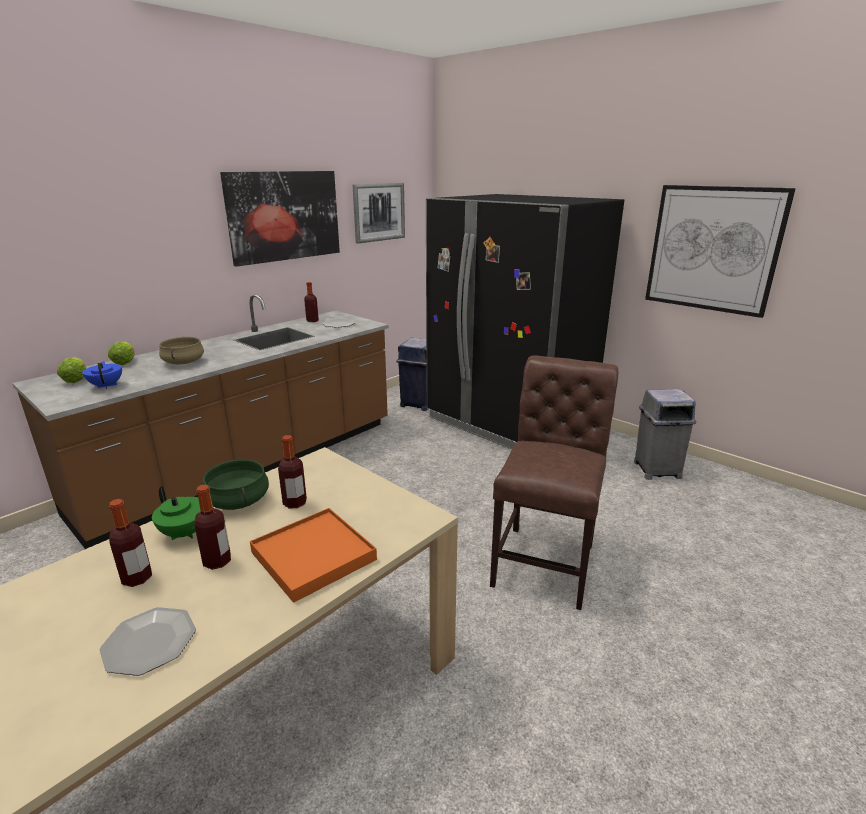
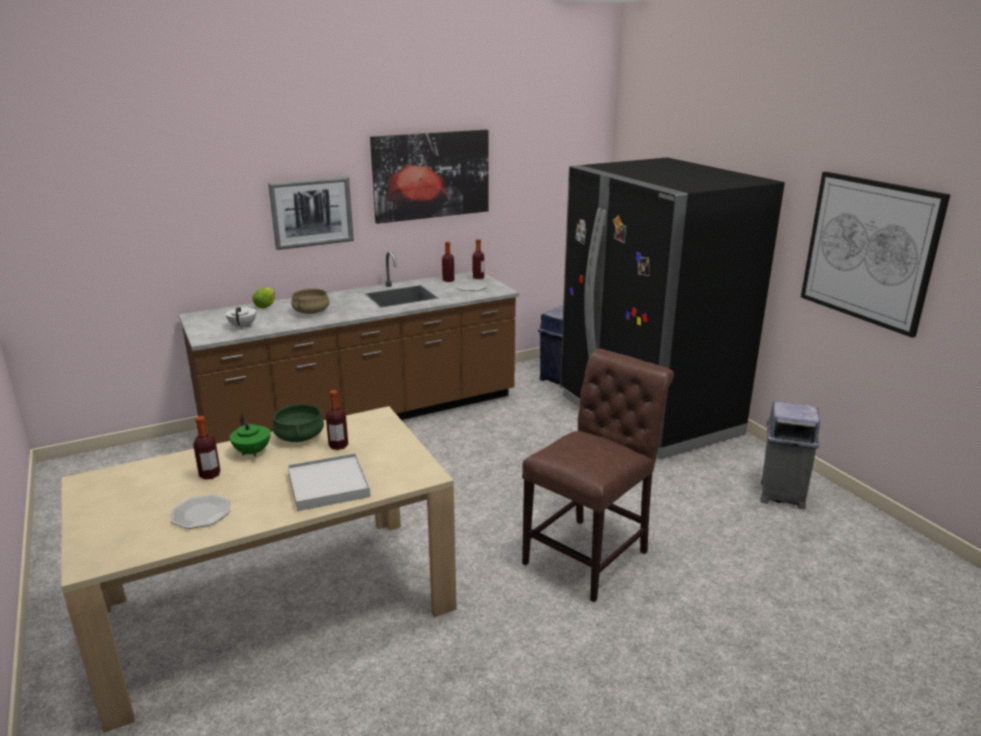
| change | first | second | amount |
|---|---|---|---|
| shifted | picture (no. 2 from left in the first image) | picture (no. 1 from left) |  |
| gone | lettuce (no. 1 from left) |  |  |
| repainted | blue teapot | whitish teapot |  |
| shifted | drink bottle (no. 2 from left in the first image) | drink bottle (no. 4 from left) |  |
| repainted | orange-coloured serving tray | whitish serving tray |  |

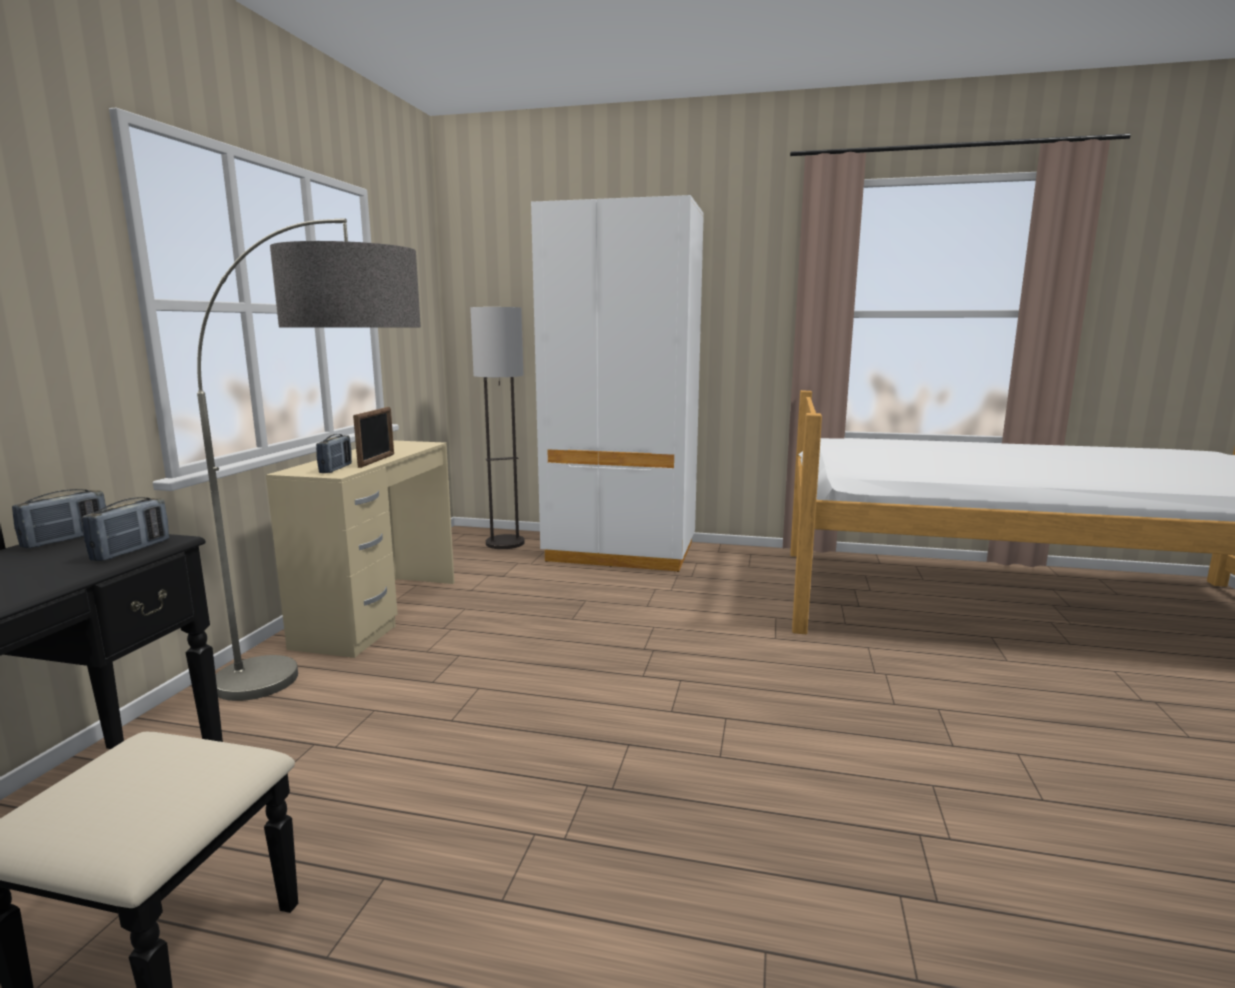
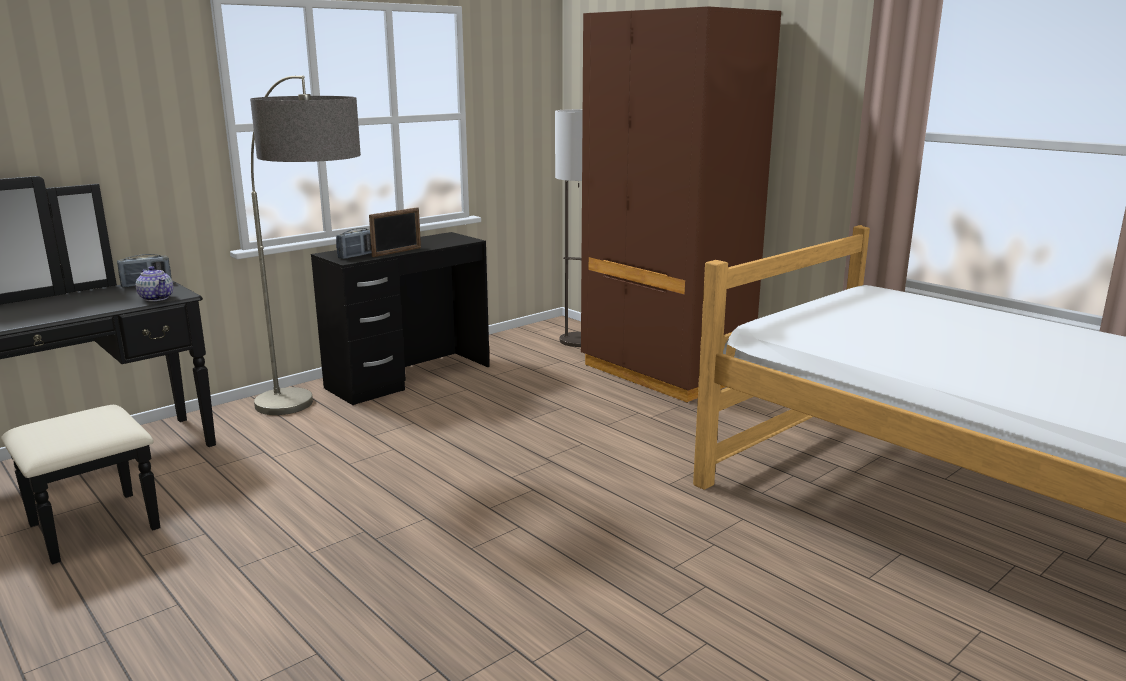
| change | first | second | amount |
|---|---|---|---|
| repainted | whitish clothes cupboard | brownish clothes cupboard |  |
| repainted | sand-coloured desk table | blackish desk table |  |
| swapped | radio (no. 2 from left) | teapot |  |

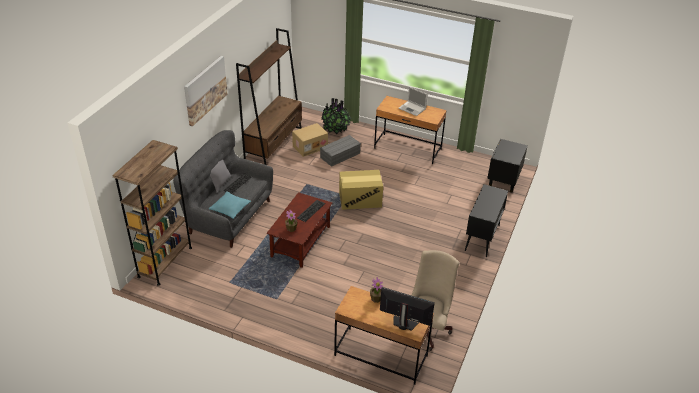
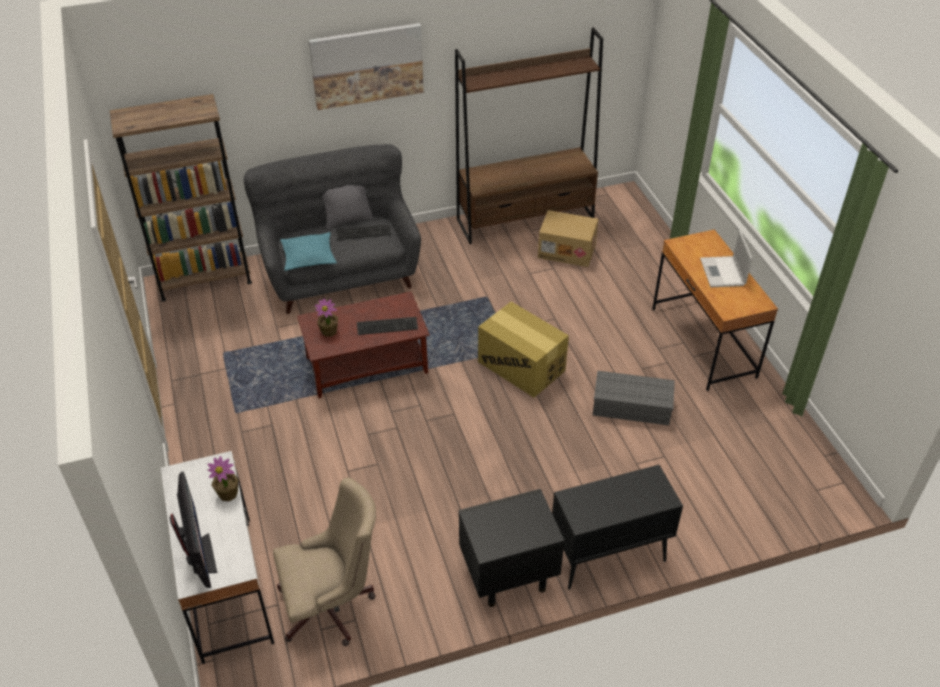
| change | first | second | amount |
|---|---|---|---|
| gone | plant in a pot (no. 2 from left) |  |  |
| shifted | gray storage bin |  |  |
| shifted | blackish bedside table |  |  |
| repainted | brownish desk table (no. 1 from left) | whitish desk table |  |

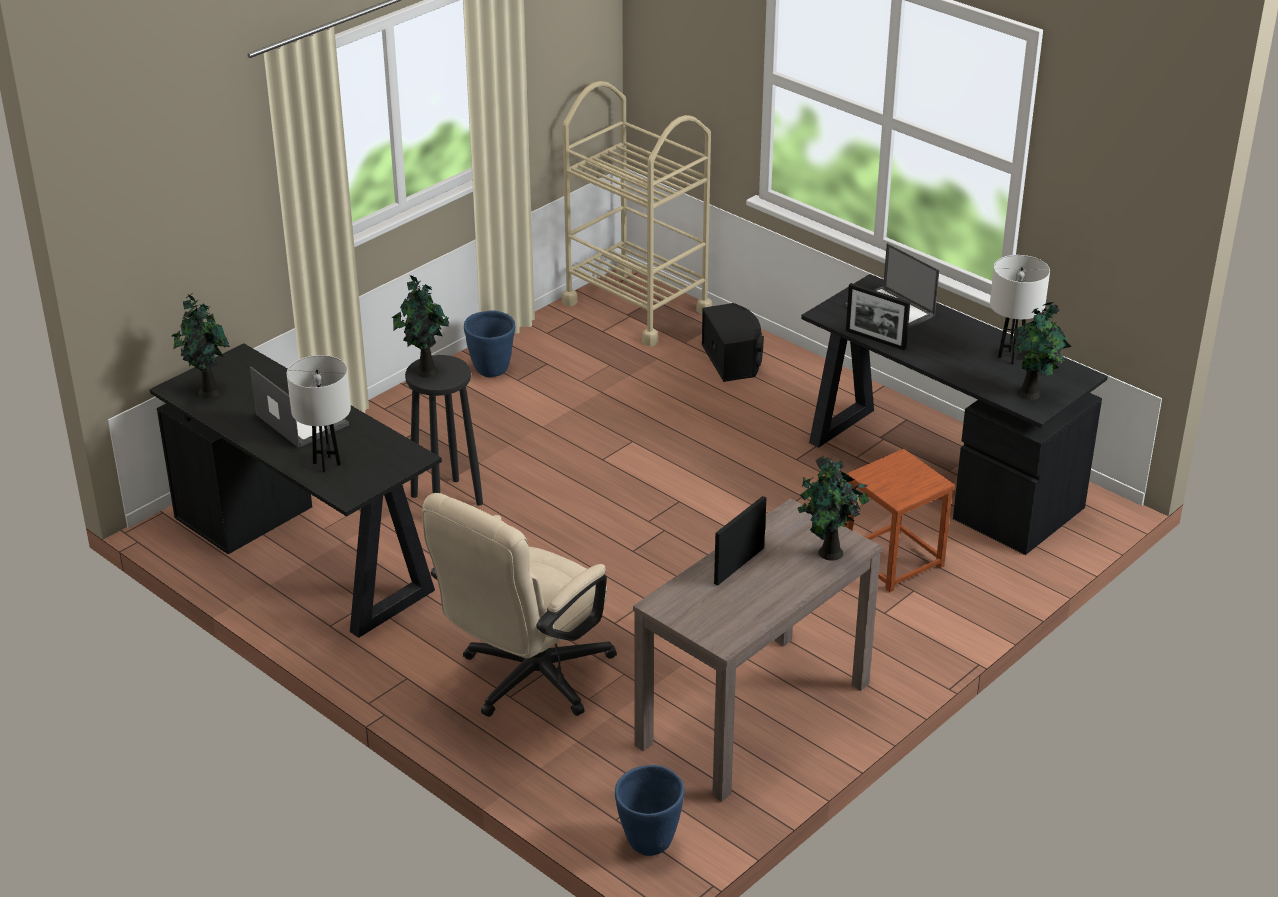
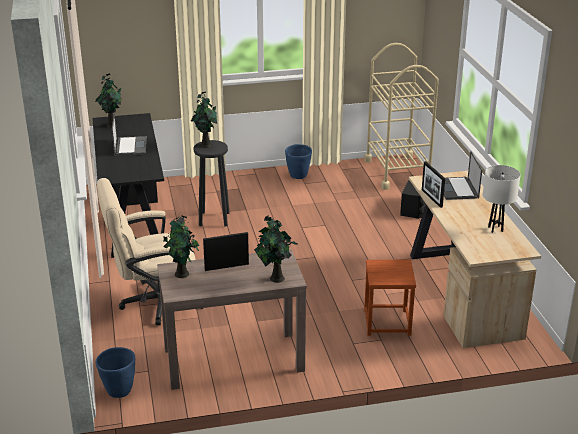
| change | first | second | amount |
|---|---|---|---|
| repainted | blackish desk table (no. 2 from left) | sand-coloured desk table |  |
| shifted | plant in a pot (no. 4 from left in the first image) | plant in a pot (no. 2 from left) |  |
| gone | whitish lamp for a table (no. 1 from left) |  |  |

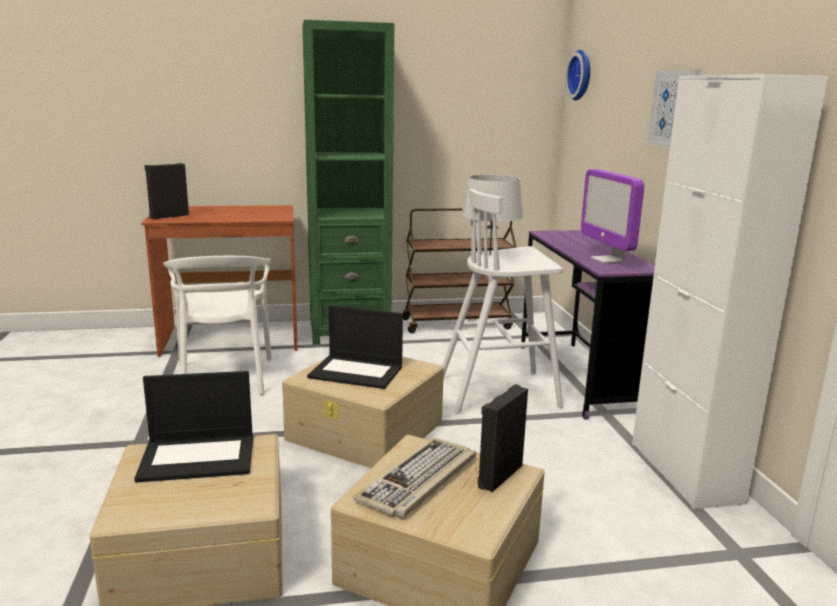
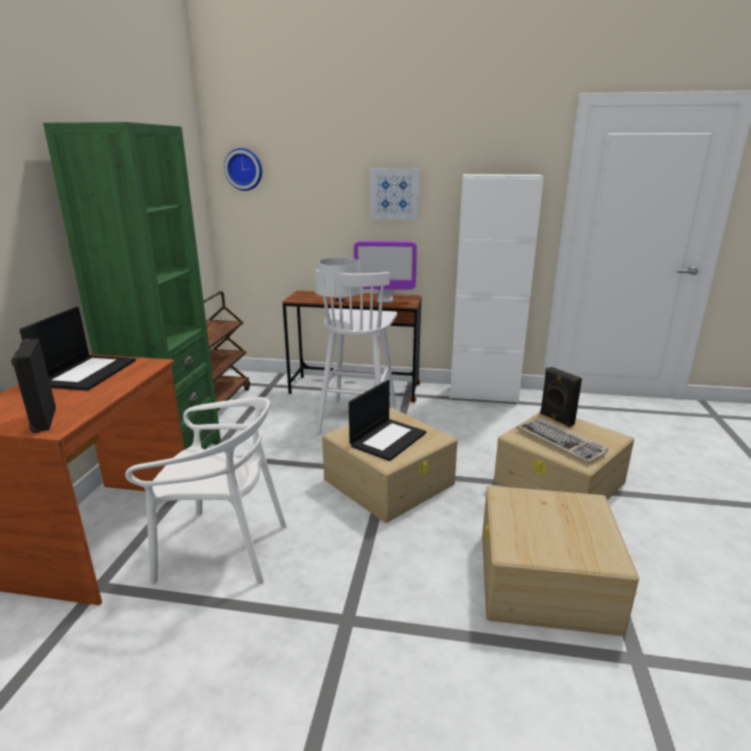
| change | first | second | amount |
|---|---|---|---|
| repainted | purple-coloured desk table | brownish desk table (no. 2 from left) |  |
| shifted | notebook computer (no. 1 from left) |  |  |

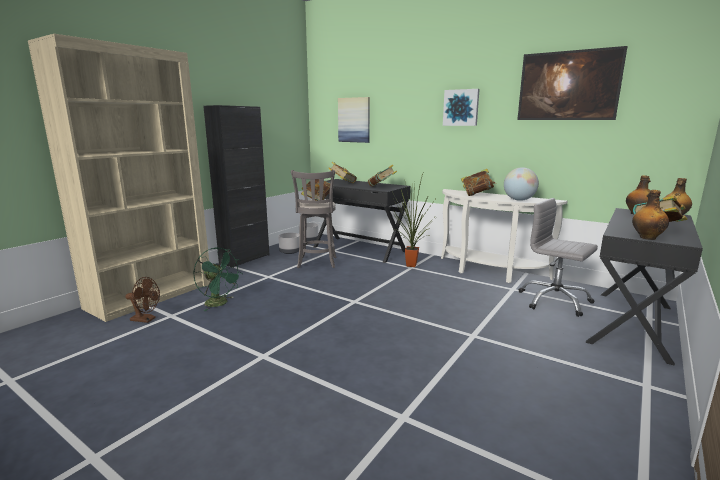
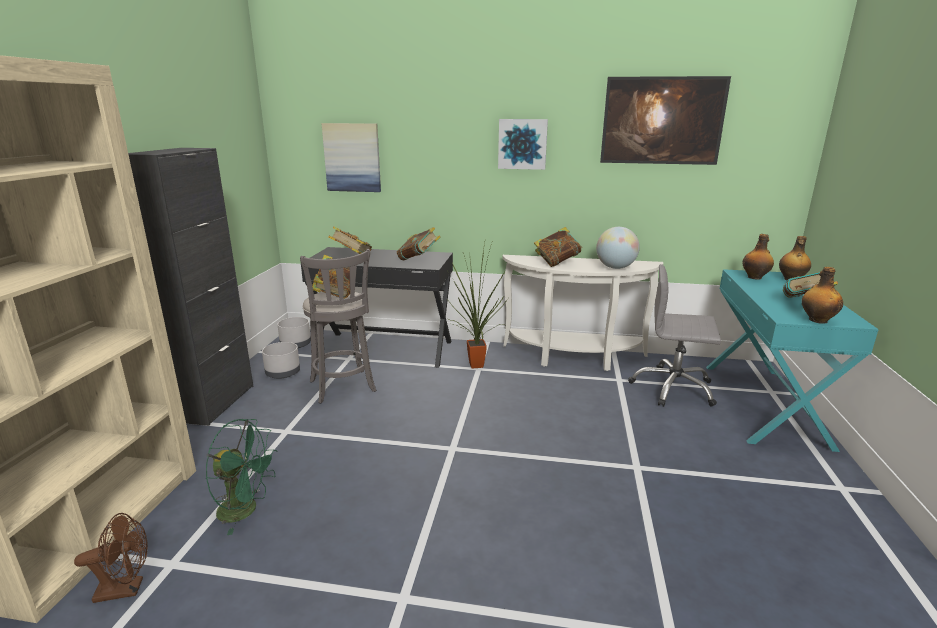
| change | first | second | amount |
|---|---|---|---|
| repainted | blackish desk table (no. 2 from left) | turquoise-coloured desk table |  |

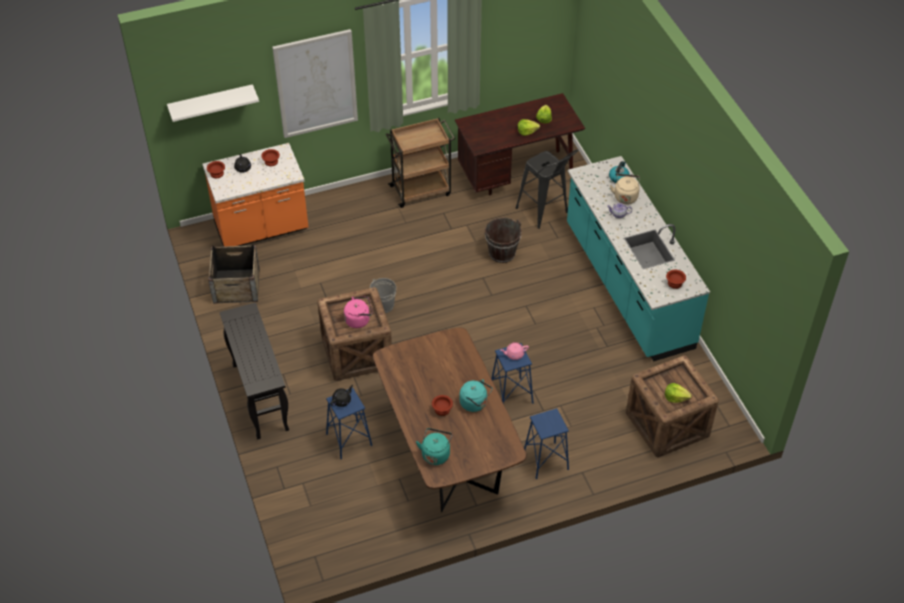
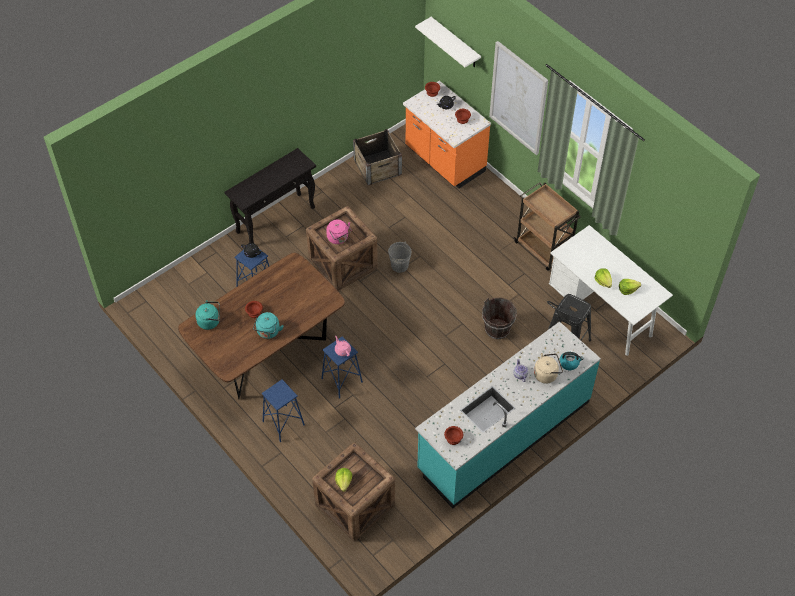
| change | first | second | amount |
|---|---|---|---|
| repainted | brownish desk table | whitish desk table |  |

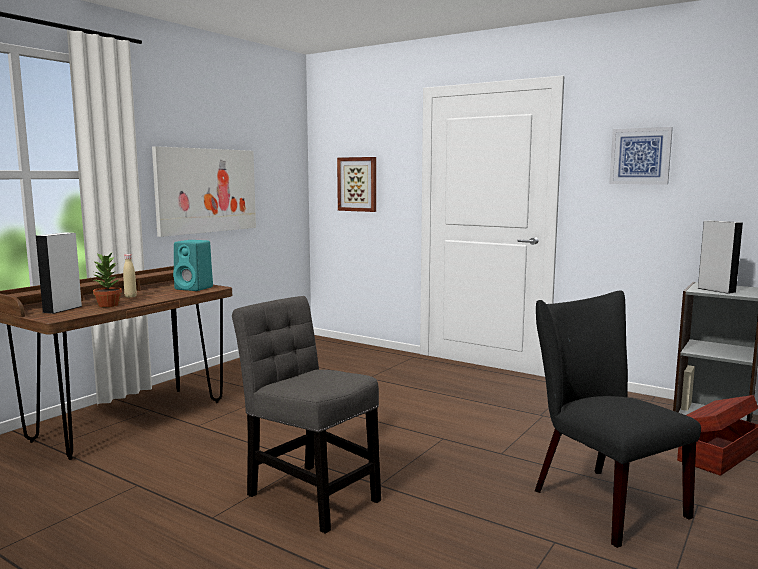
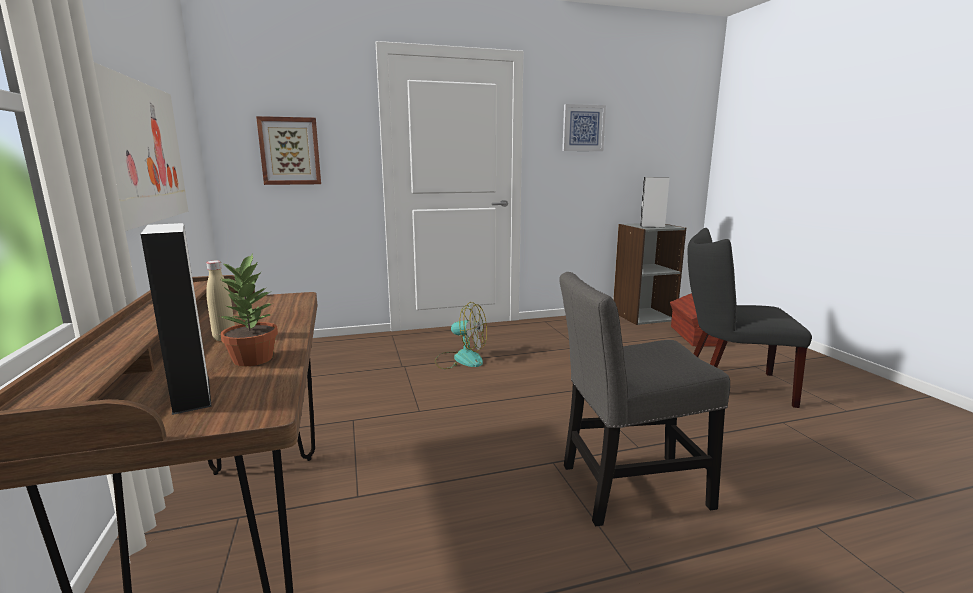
| change | first | second | amount |
|---|---|---|---|
| gone | turquoise-coloured loudspeaker |  |  |
| new |  | electric fan |  |

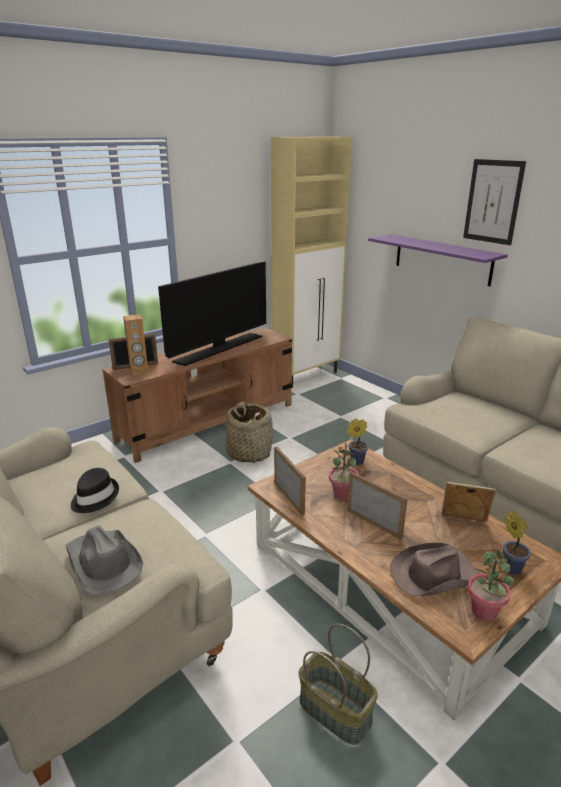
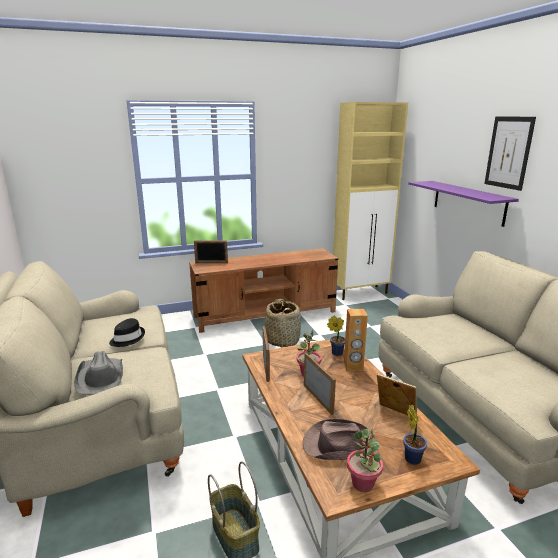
| change | first | second | amount |
|---|---|---|---|
| gone | television |  |  |
| shifted | brownish loudspeaker |  |  |

